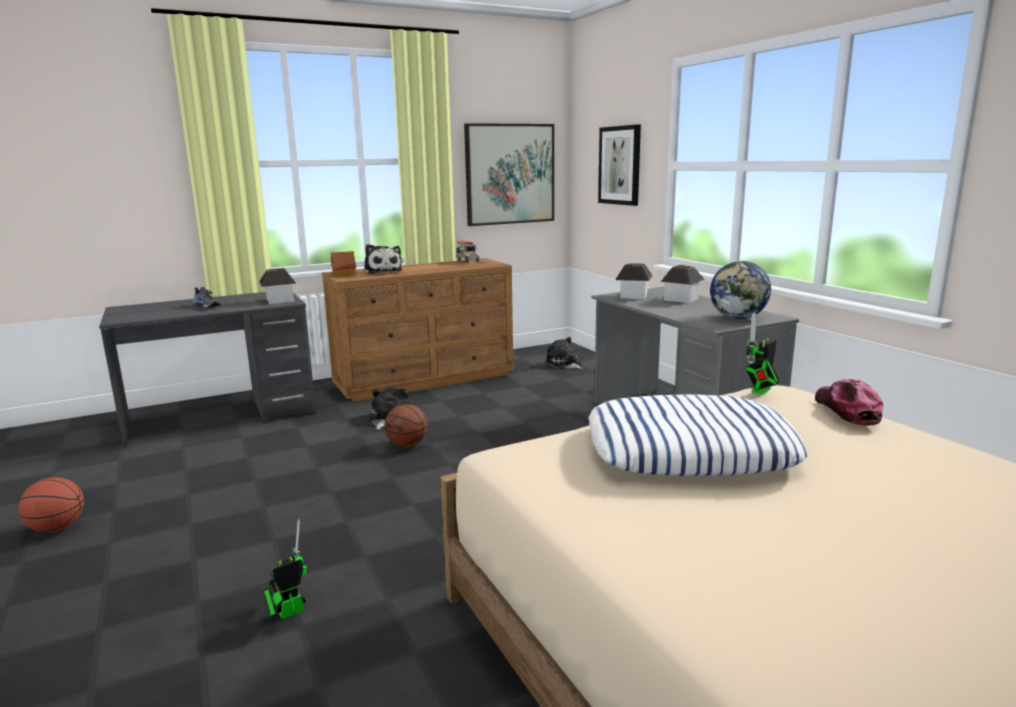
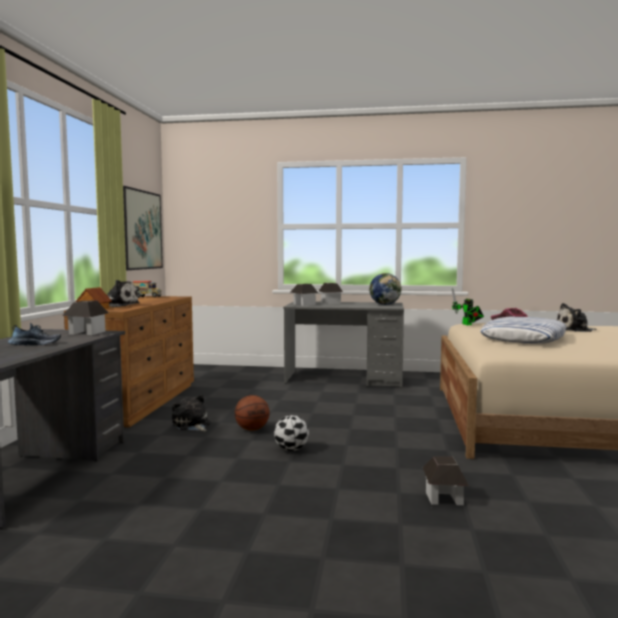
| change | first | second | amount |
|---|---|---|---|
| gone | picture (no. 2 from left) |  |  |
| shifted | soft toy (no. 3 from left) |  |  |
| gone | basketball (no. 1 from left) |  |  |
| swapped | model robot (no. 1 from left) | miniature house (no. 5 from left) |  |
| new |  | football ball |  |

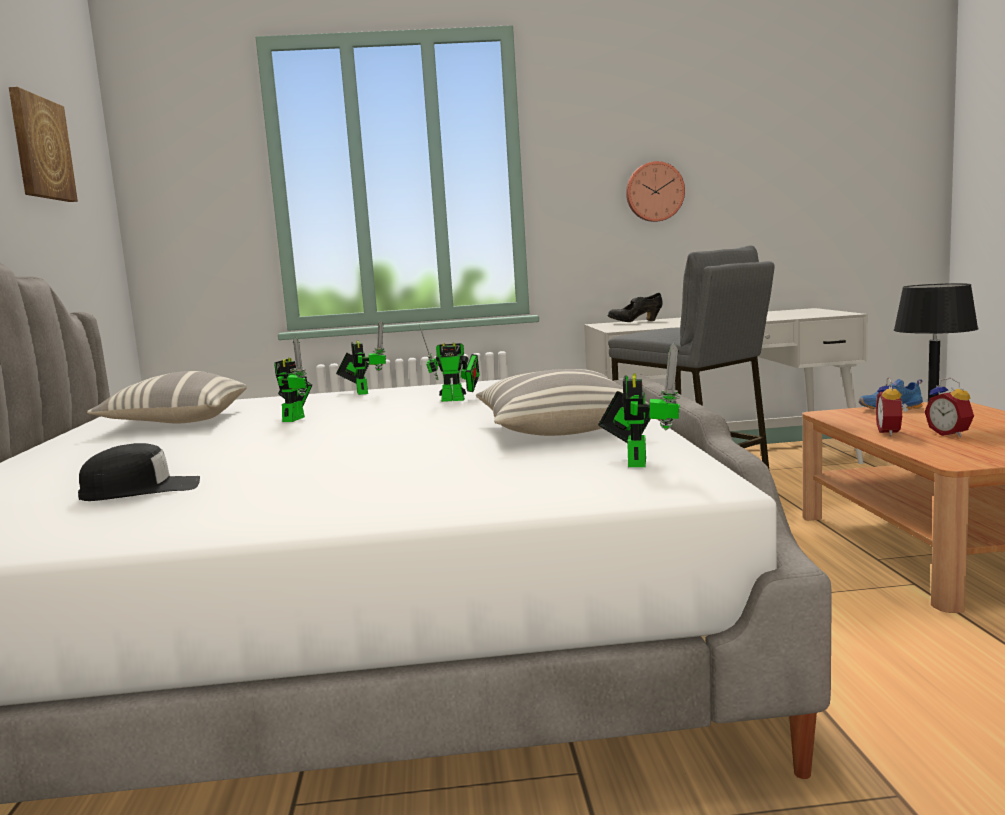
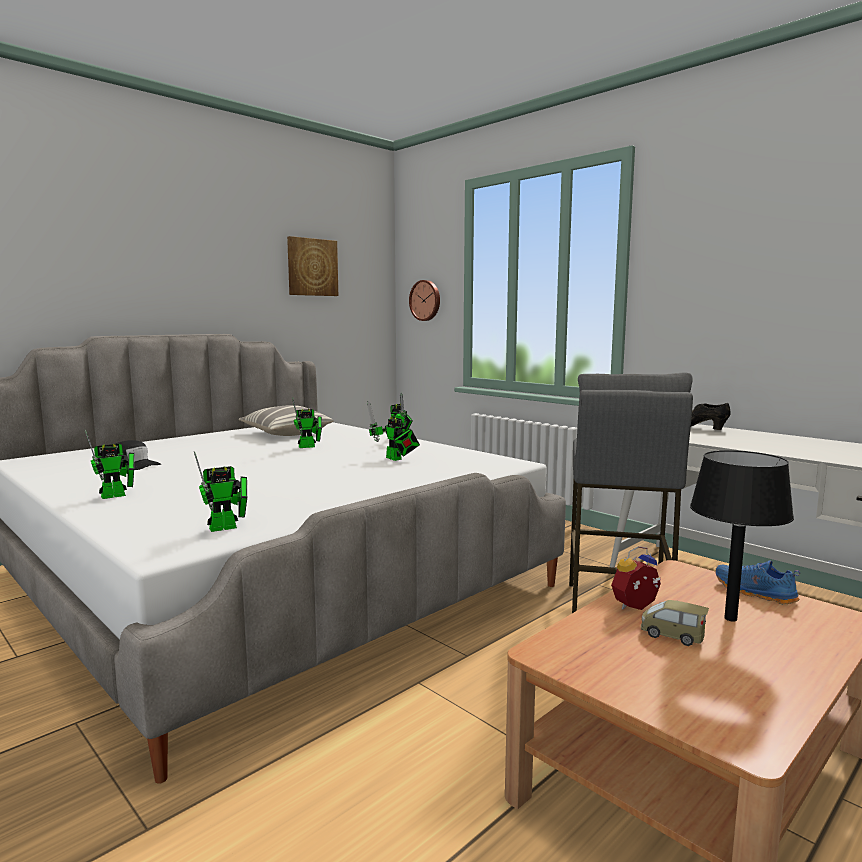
| change | first | second | amount |
|---|---|---|---|
| shifted | wall clock |  |  |
| gone | pillow (no. 2 from left) |  |  |
| swapped | bedside clock (no. 2 from left) | toy car |  |
| new |  | model robot (no. 1 from left) |  |

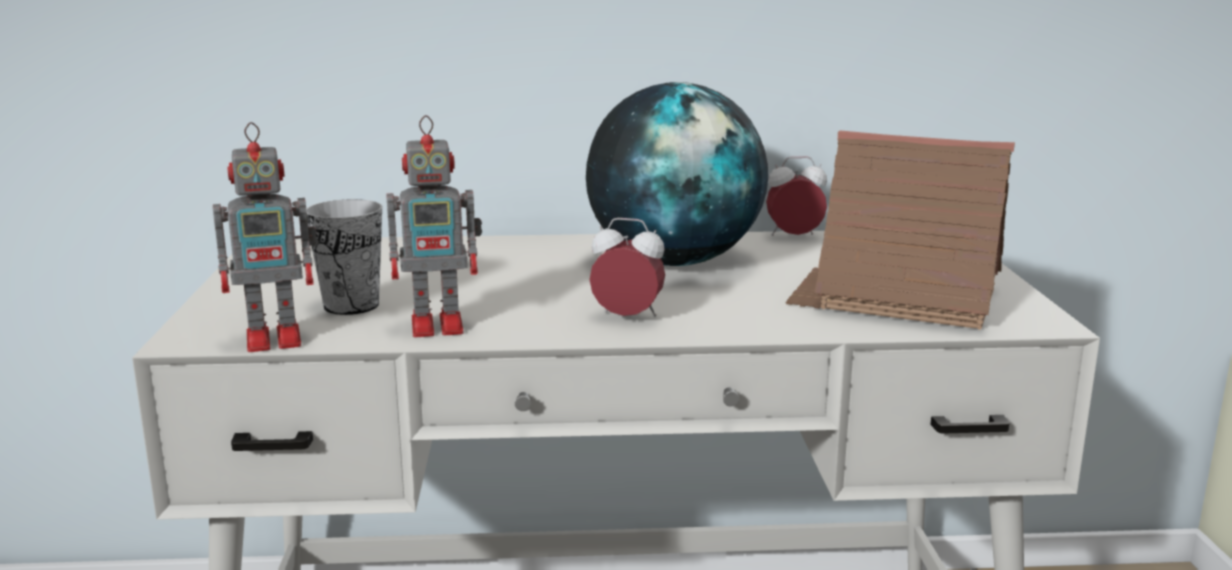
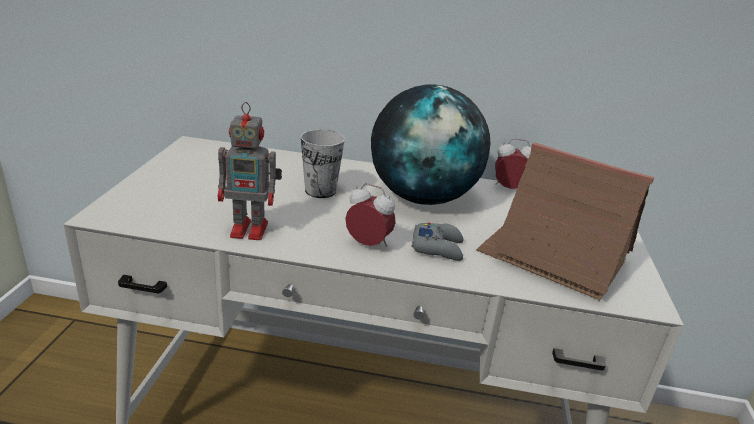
| change | first | second | amount |
|---|---|---|---|
| gone | model robot (no. 1 from left) |  |  |
| shifted | cup |  |  |
| new |  | gray joypad |  |

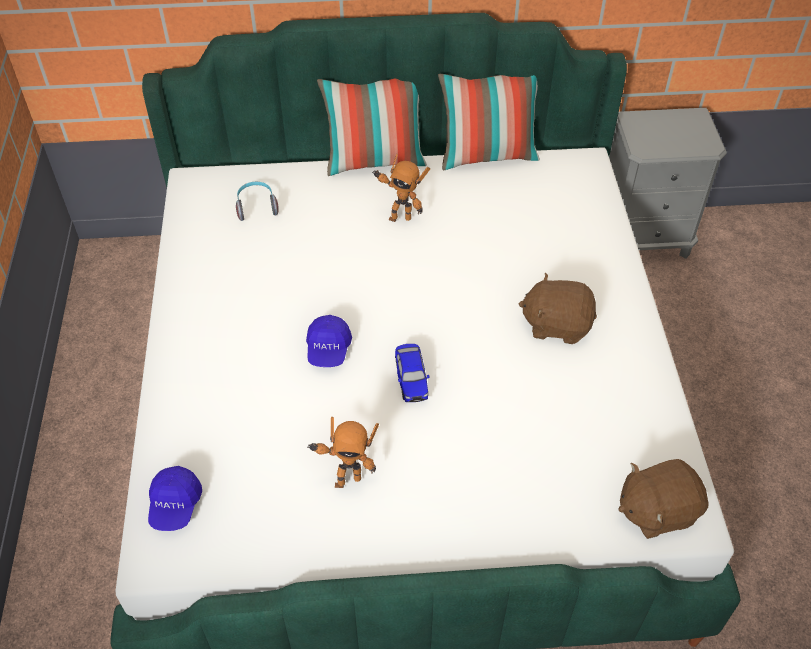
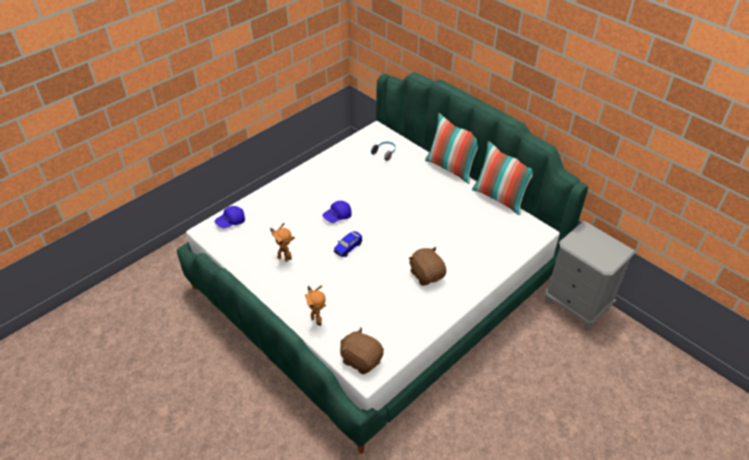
| change | first | second | amount |
|---|---|---|---|
| shifted | model robot (no. 2 from left) |  |  |

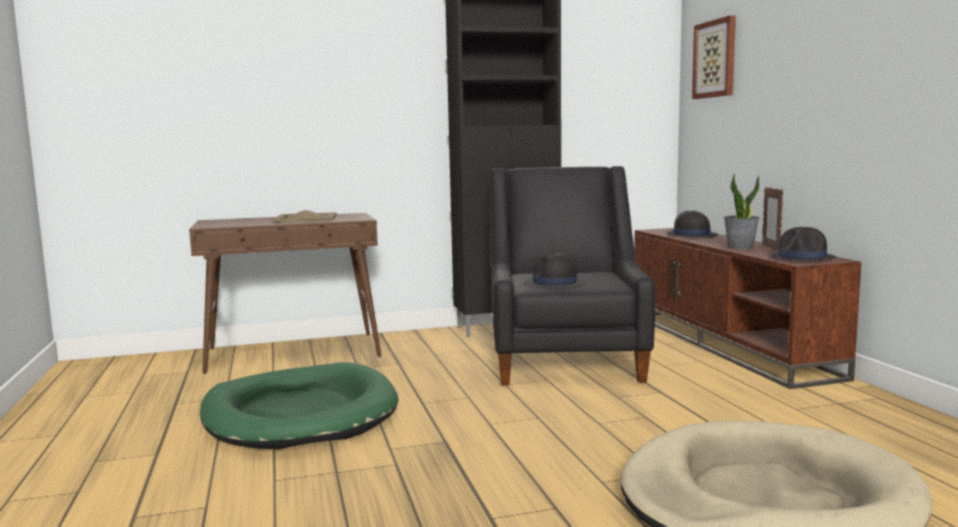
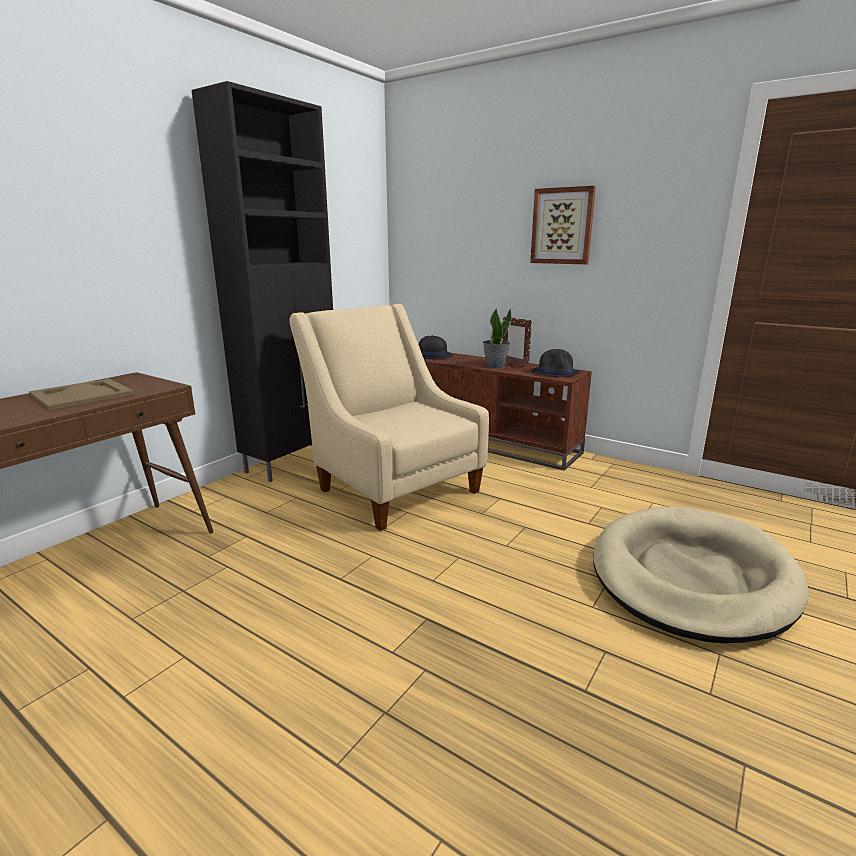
| change | first | second | amount |
|---|---|---|---|
| shifted | picture |  |  |
| repainted | blackish easy chair | sand-coloured easy chair |  |
| gone | blackish hat (no. 1 from left) |  |  |
| gone | green-coloured dog cushion |  |  |

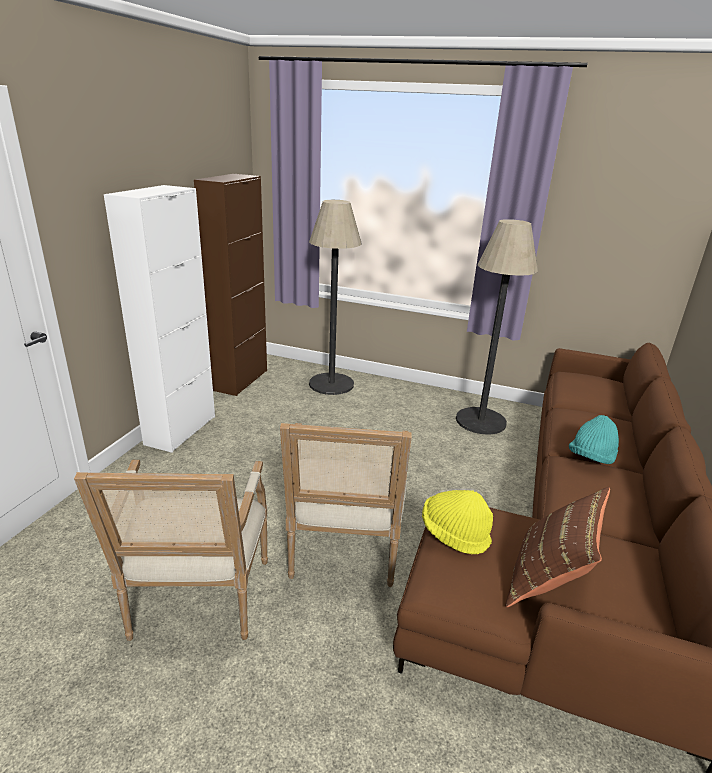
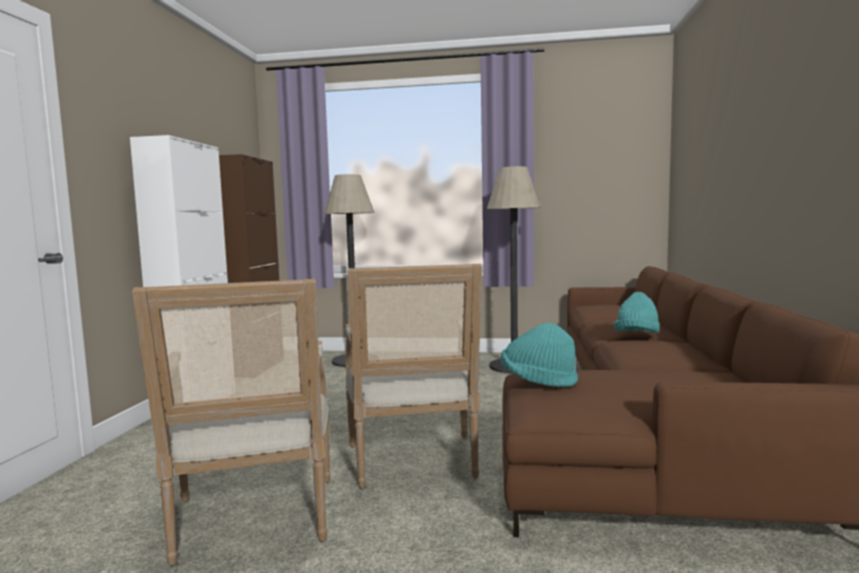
| change | first | second | amount |
|---|---|---|---|
| gone | brownish pillow |  |  |
| repainted | yellow-coloured hat | turquoise-coloured hat (no. 1 from left) |  |

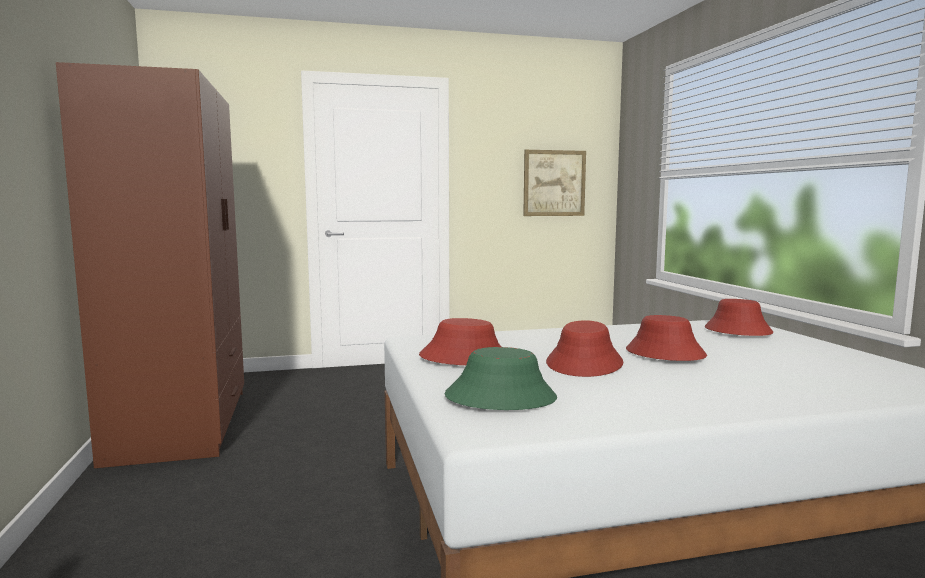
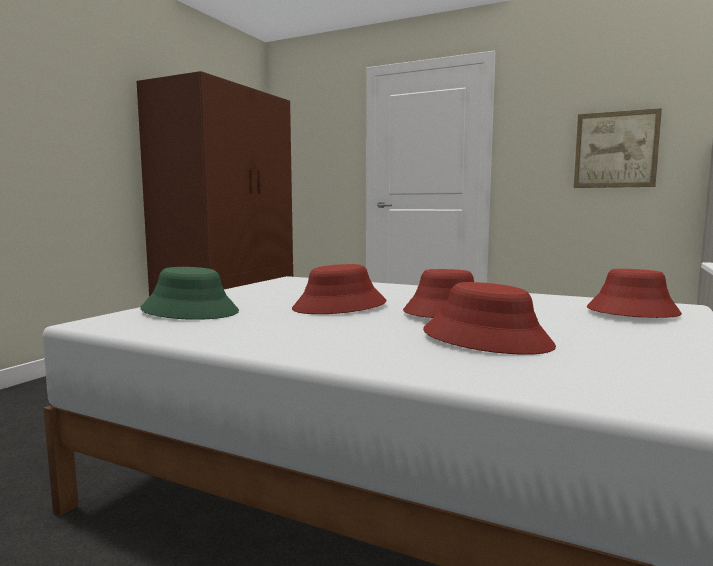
| change | first | second | amount |
|---|---|---|---|
| shifted | red hat (no. 1 from left in the first image) | red hat (no. 3 from left) |  |

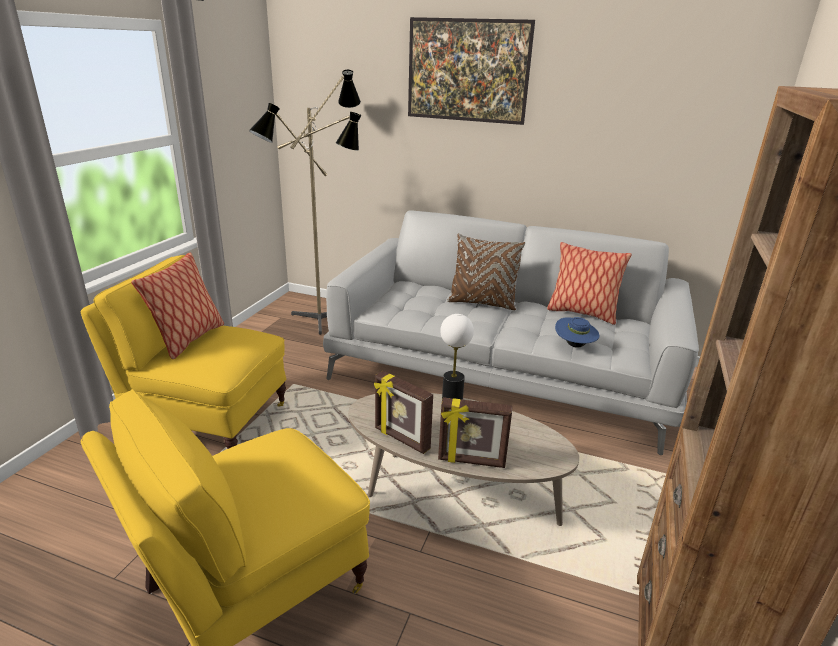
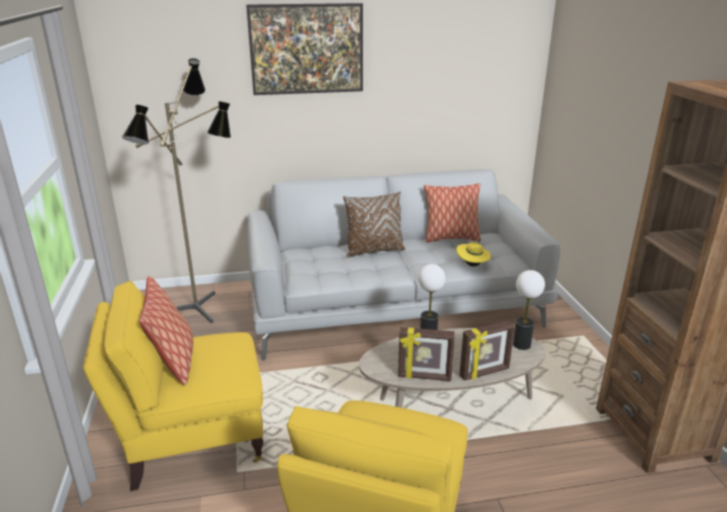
| change | first | second | amount |
|---|---|---|---|
| repainted | blue hat | yellow-coloured hat |  |
| new |  | lamp for a table (no. 2 from left) |  |

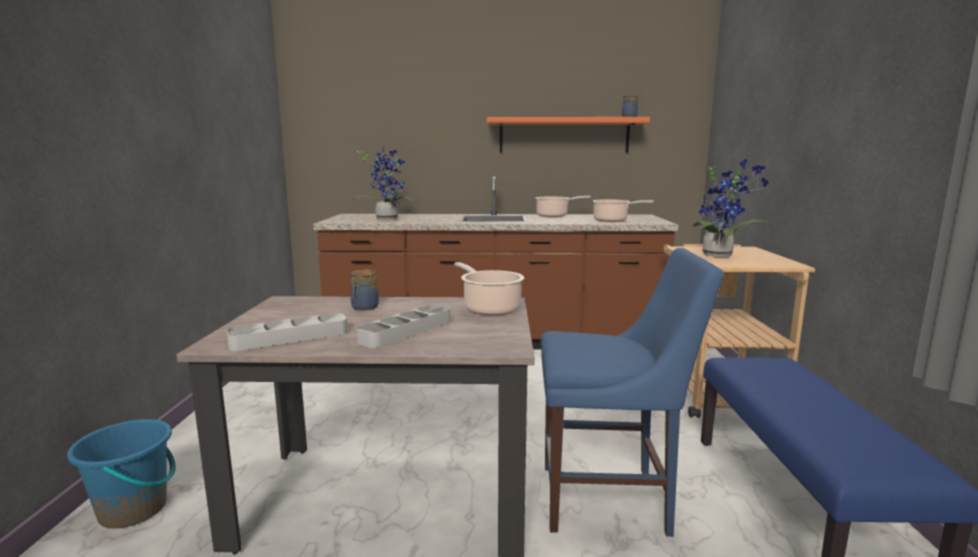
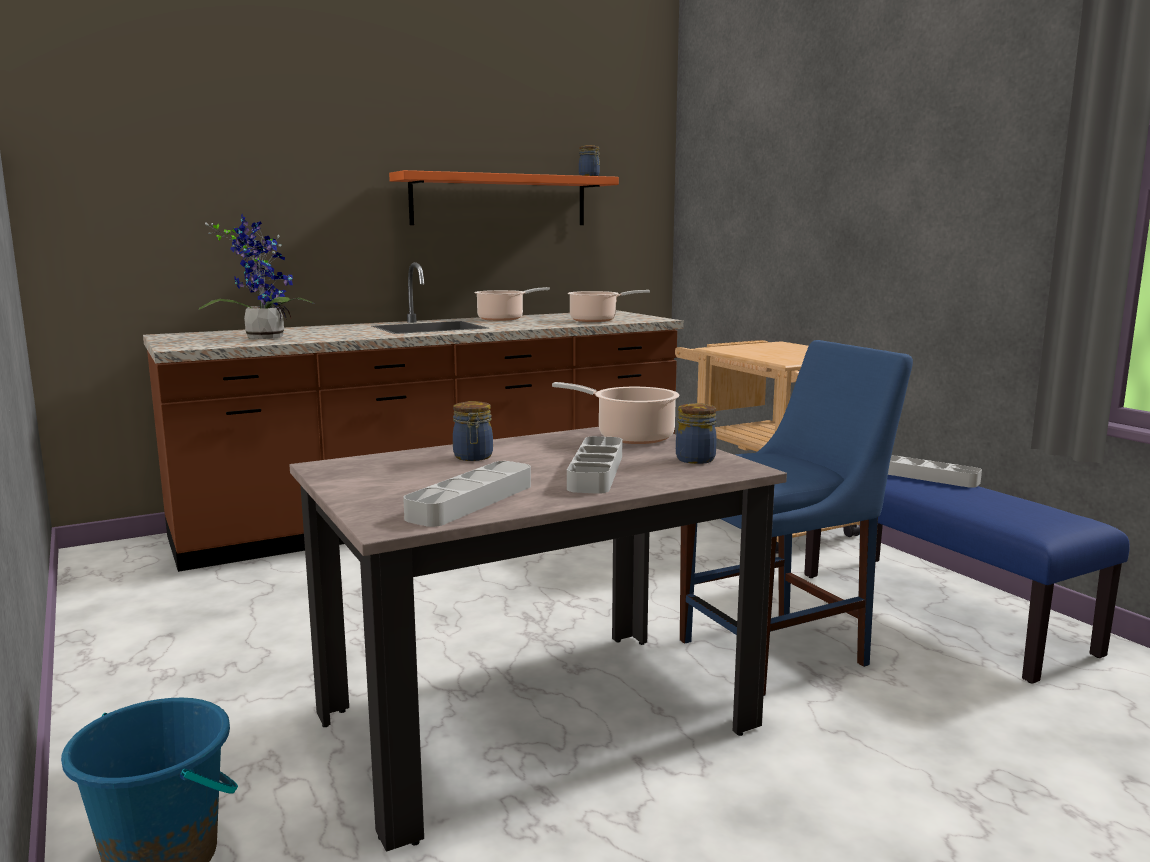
| change | first | second | amount |
|---|---|---|---|
| gone | plant in a pot (no. 2 from left) |  |  |
| new |  | jar (no. 3 from left) |  |
| new |  | gray serving tray (no. 3 from left) |  |

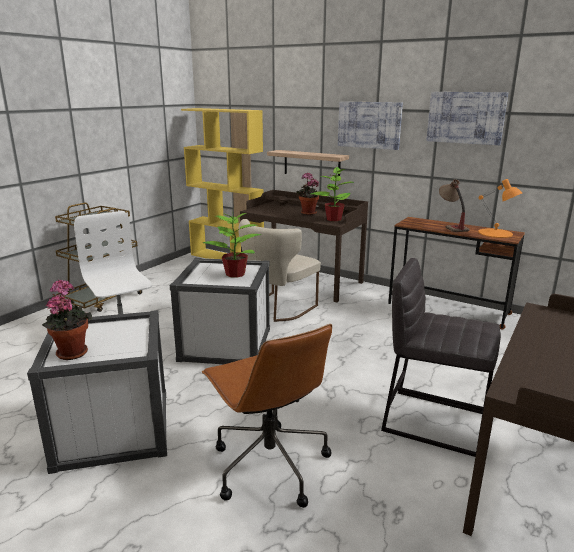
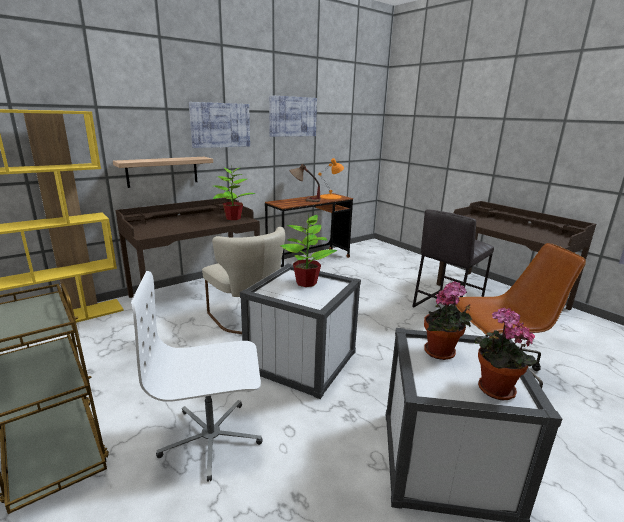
| change | first | second | amount |
|---|---|---|---|
| shifted | plant in a pot (no. 3 from left) |  |  |

